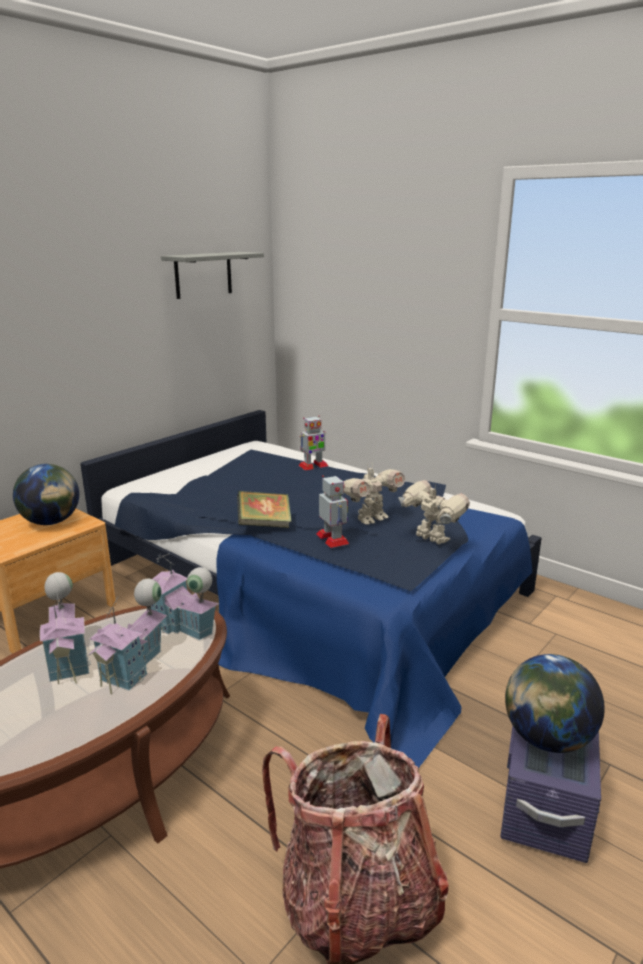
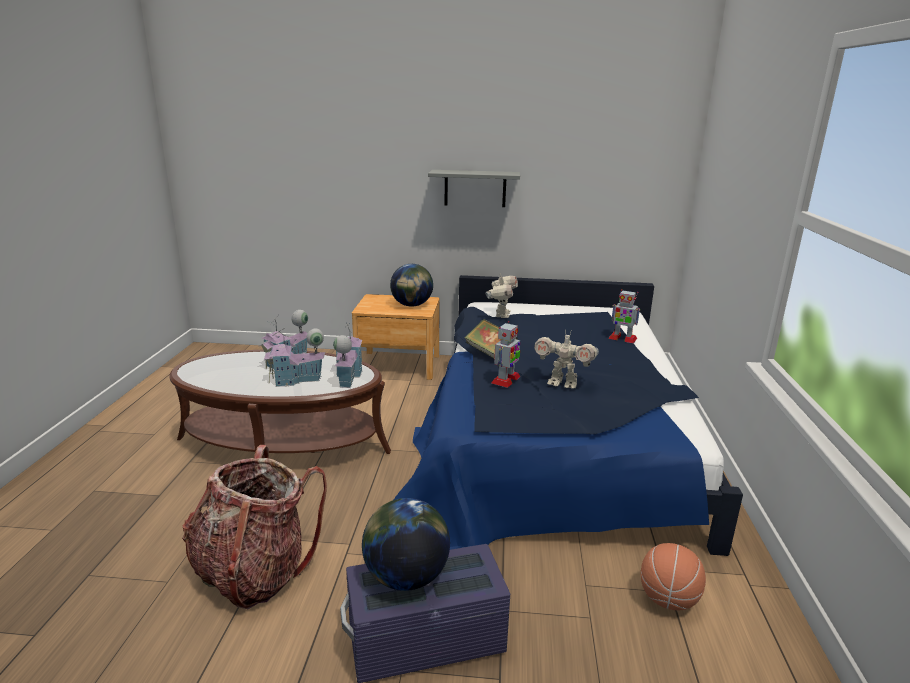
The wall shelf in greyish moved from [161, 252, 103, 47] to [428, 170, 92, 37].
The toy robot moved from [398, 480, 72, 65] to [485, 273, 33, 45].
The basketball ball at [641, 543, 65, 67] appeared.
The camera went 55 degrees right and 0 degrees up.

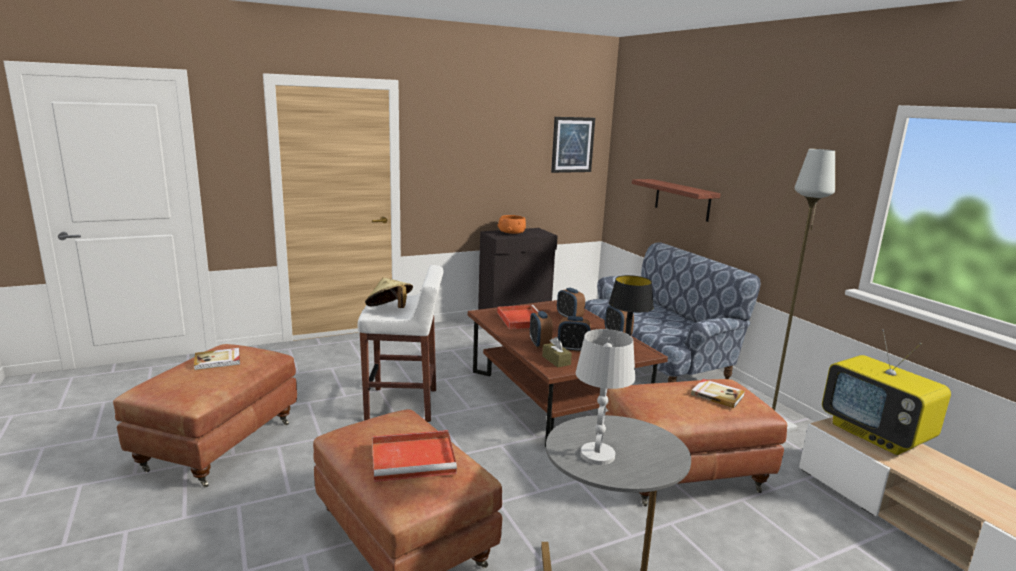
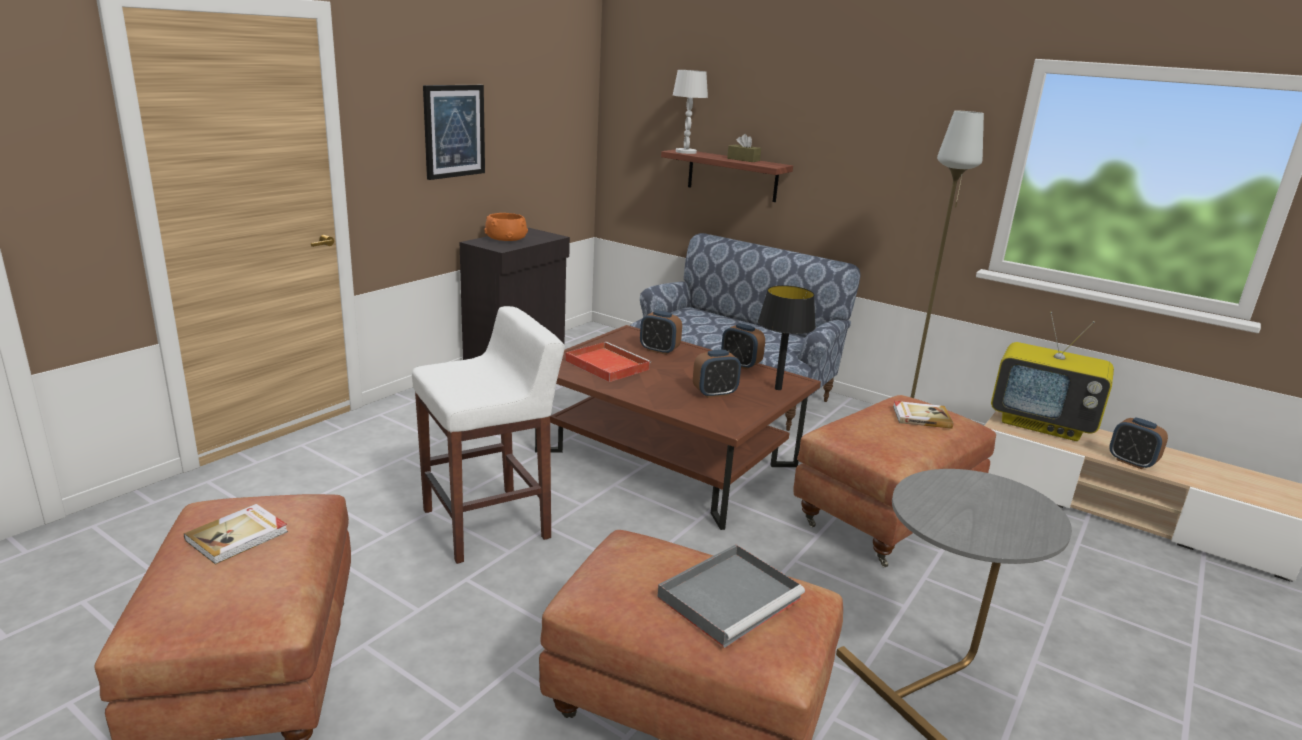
The wall picture moved from [551, 117, 44, 56] to [423, 85, 62, 95].
The tray in red-coloured at [372, 430, 85, 52] became the tray in greyish at [657, 544, 148, 104].
The lamp for a table in white-coloured moved from [576, 329, 59, 136] to [673, 70, 35, 84].
The tissue box in brown-coloured moved from [542, 337, 30, 30] to [727, 134, 34, 28].
The bedside clock moved from [530, 311, 23, 37] to [1109, 418, 59, 51].
The hat in beige-coloured at [365, 277, 48, 31] disappeared.
The camera went 30 degrees left and 5 degrees up.

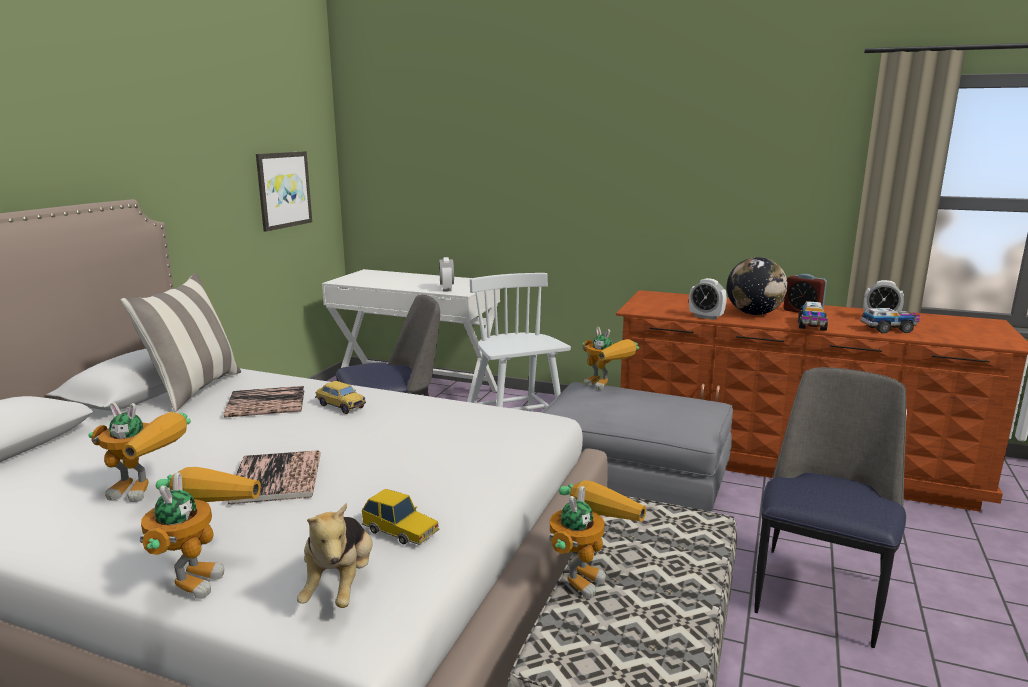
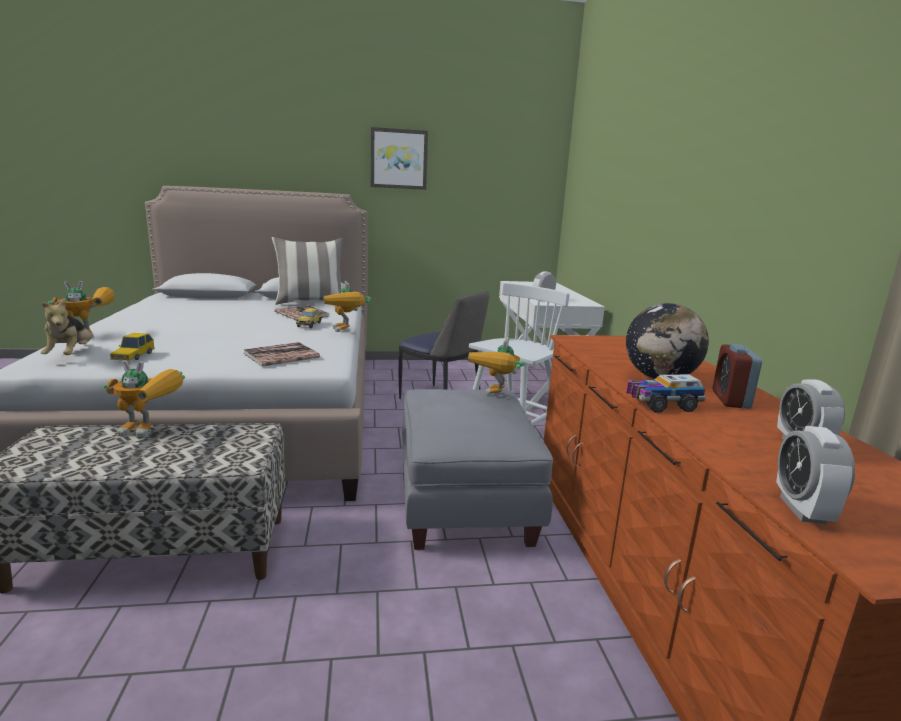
The cuddly toy at [297, 503, 75, 105] turned 75 degrees counterclockwise.
The volume moved from [227, 450, 94, 55] to [244, 342, 76, 25].
The toy robot moved from [88, 402, 103, 100] to [324, 281, 47, 51].
The wall picture moved from [256, 151, 56, 80] to [371, 127, 57, 63].
The bedside clock moved from [689, 278, 38, 42] to [776, 426, 79, 98].
The chair at [754, 367, 152, 281] disappeared.
The toy lorry at [860, 308, 60, 25] disappeared.
The camera went 60 degrees right and 0 degrees up.

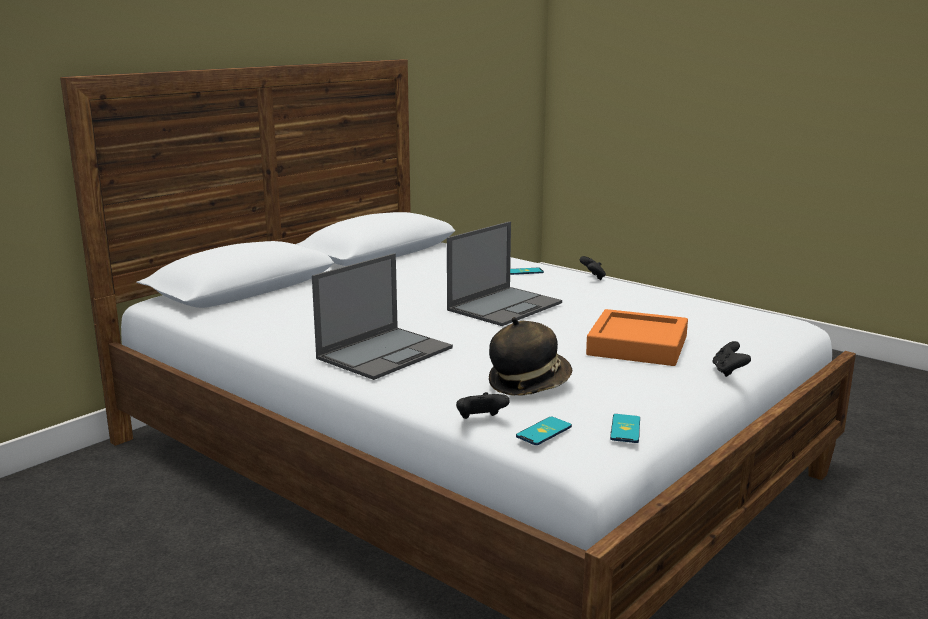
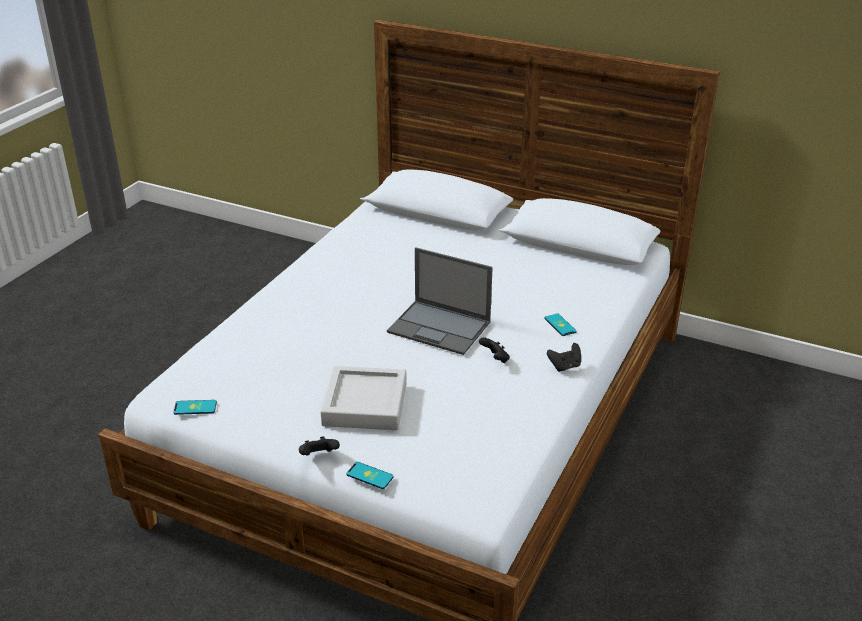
The tray in orange-coloured at [586, 309, 102, 57] became the tray in greyish at [321, 366, 86, 64].
The phone moved from [516, 417, 56, 28] to [346, 462, 48, 27].
The game controller in black-coloured moved from [456, 392, 54, 27] to [479, 337, 31, 26].
The portable computer at [312, 253, 141, 127] disappeared.
The hat at [489, 317, 83, 78] disappeared.
The camera went 75 degrees right and 15 degrees up.

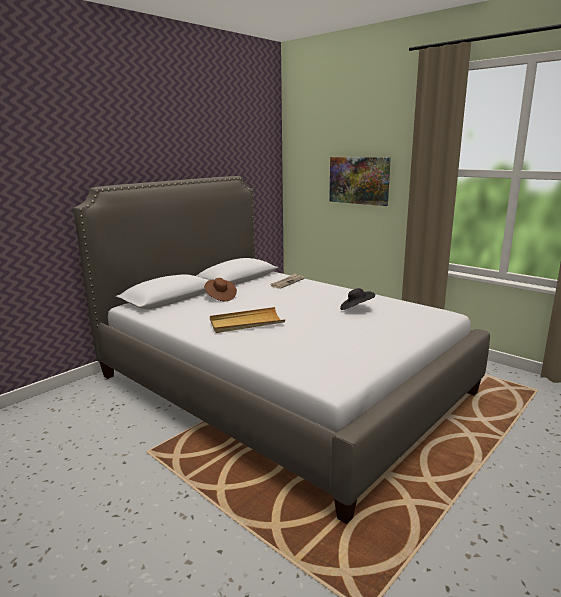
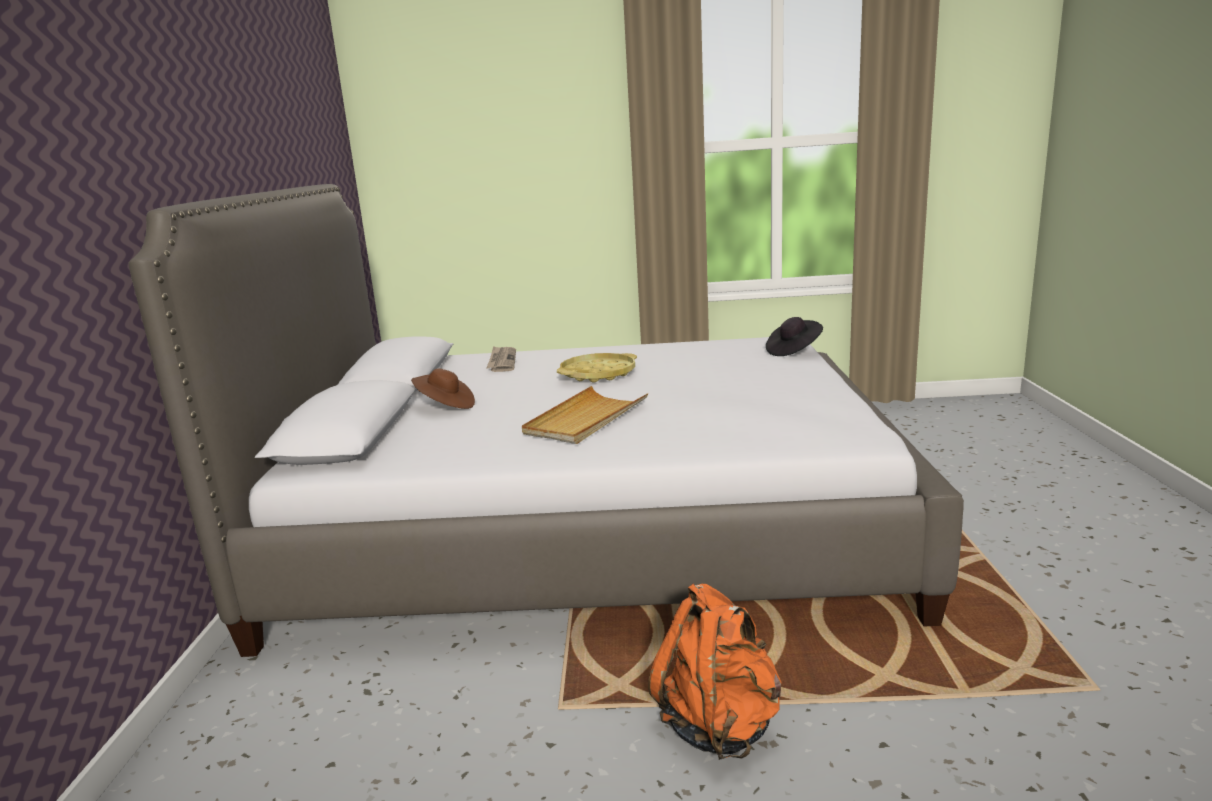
The tray in yellowish at [557, 353, 80, 30] appeared.
The backpack in orange-coloured at [648, 584, 134, 176] appeared.
The hat in black-coloured moved from [340, 288, 35, 22] to [766, 317, 57, 39].
The wall picture at [329, 157, 62, 49] disappeared.
The camera went 40 degrees left and 0 degrees up.

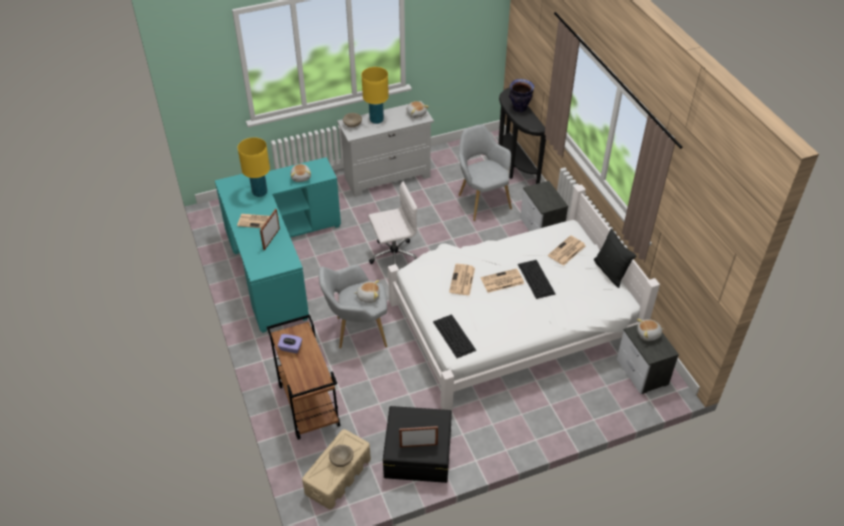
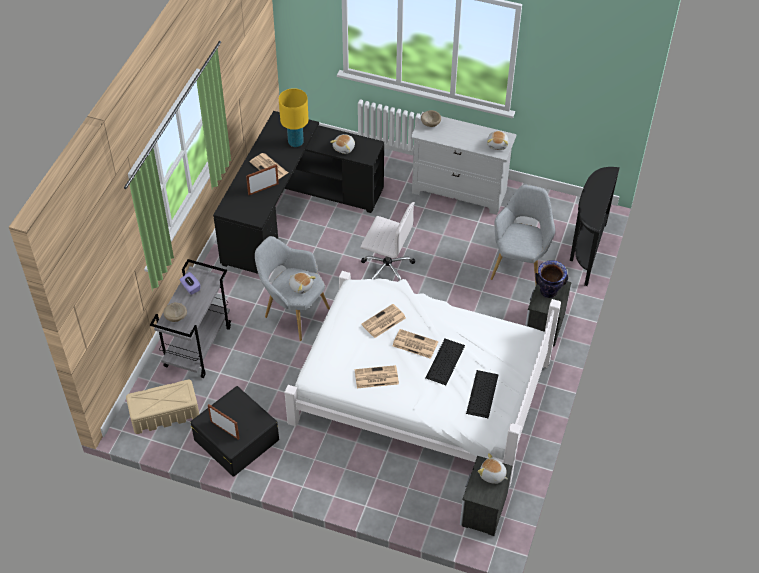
The trolley in brown-coloured at [267, 314, 73, 126] became the trolley in greyish at [150, 259, 81, 119].
The serving bowl in beige-coloured moved from [329, 445, 25, 22] to [163, 302, 24, 20].
The desk unit in blue-green at [215, 157, 126, 176] became the desk unit in black-coloured at [213, 111, 171, 163].
The newspaper moved from [548, 235, 37, 31] to [355, 365, 44, 23].
The PC keyboard moved from [433, 314, 43, 44] to [466, 370, 33, 48].
The decorative vase moved from [509, 79, 25, 33] to [535, 260, 33, 38].
The lamp for a table in yellowish at [361, 67, 28, 57] disappeared.
The pillow in black-coloured at [594, 229, 42, 59] disappeared.
The camera went 40 degrees right and 5 degrees up.

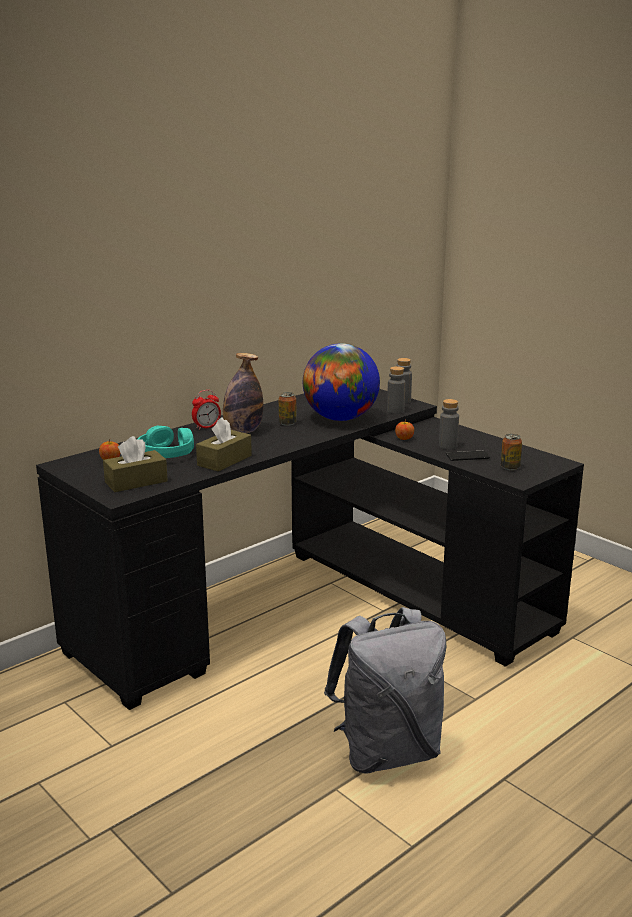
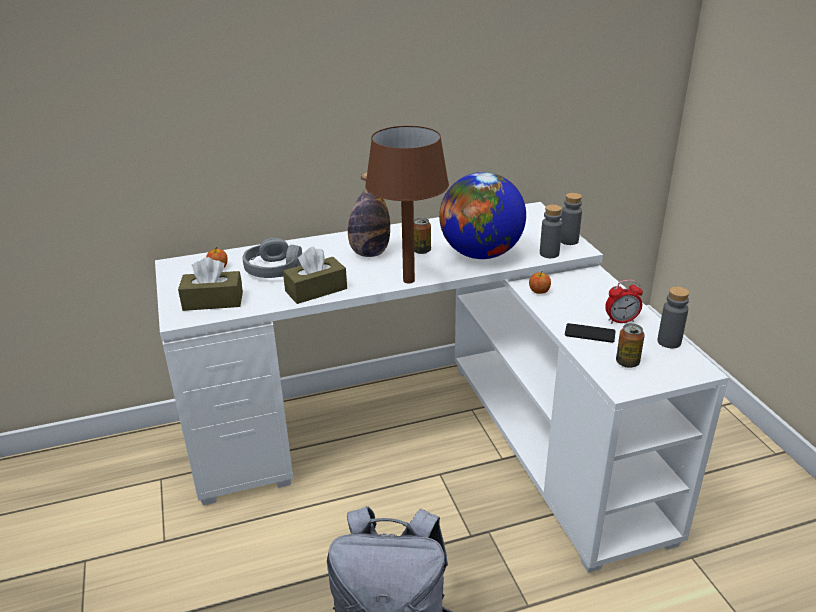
The desk unit in black-coloured at [36, 389, 548, 321] became the desk unit in white-coloured at [155, 202, 574, 371].
The headphones in blue-green at [138, 426, 56, 32] became the headphones in greyish at [243, 238, 59, 40].
The lamp for a table in brown-coloured at [365, 126, 84, 158] appeared.
The bedside clock moved from [192, 390, 29, 40] to [605, 280, 38, 44].
The beverage bottle in greyish moved from [439, 399, 20, 51] to [657, 286, 32, 63].
The camera went 25 degrees right and 10 degrees up.

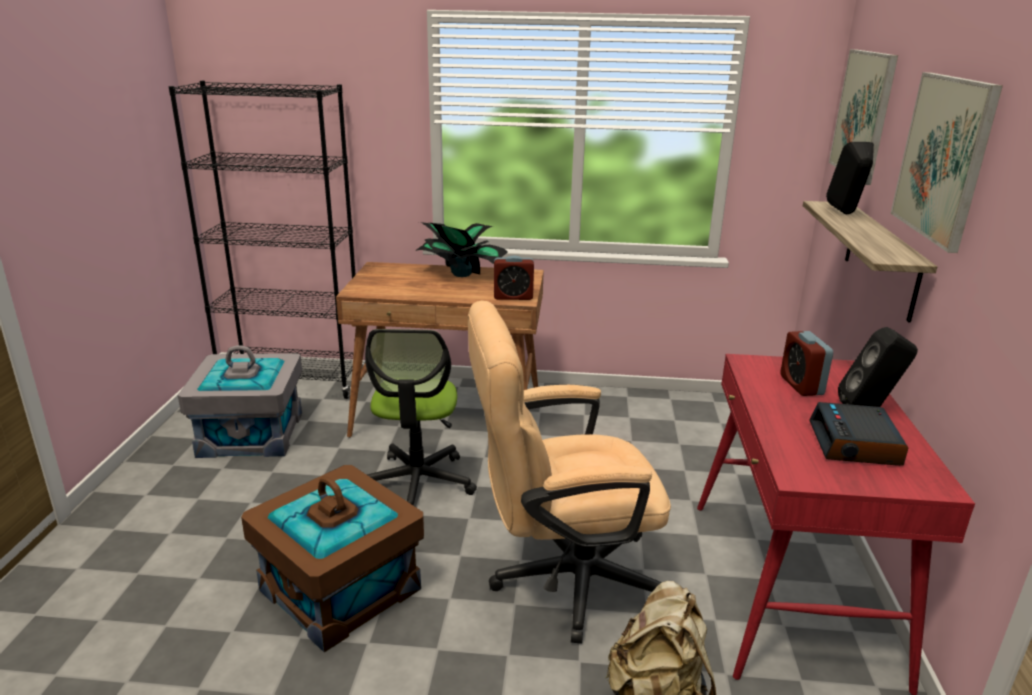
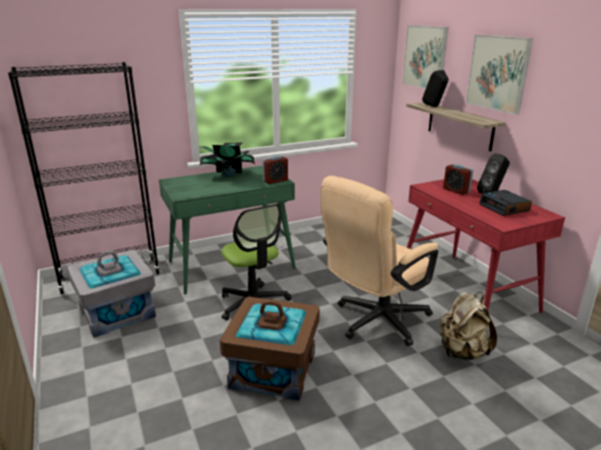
The desk unit in brown-coloured at [336, 262, 208, 176] became the desk unit in green at [159, 166, 137, 129].
The camera went 30 degrees left and 0 degrees up.

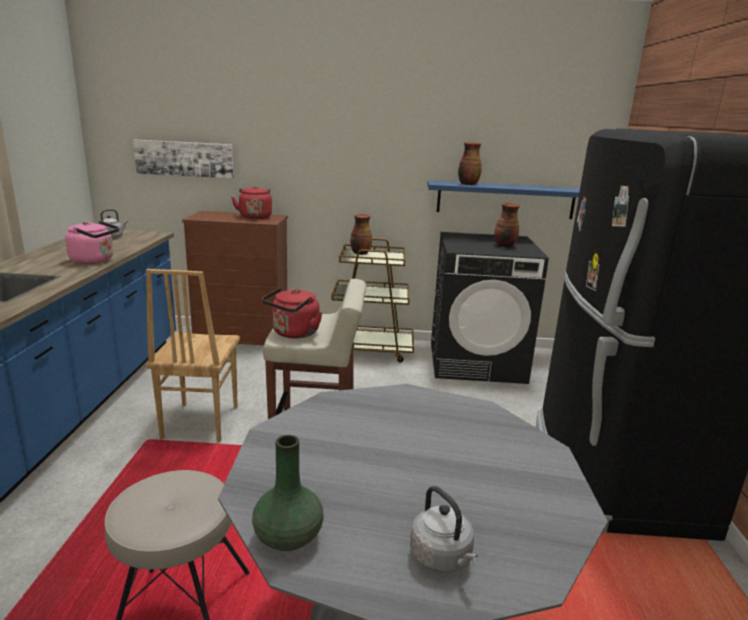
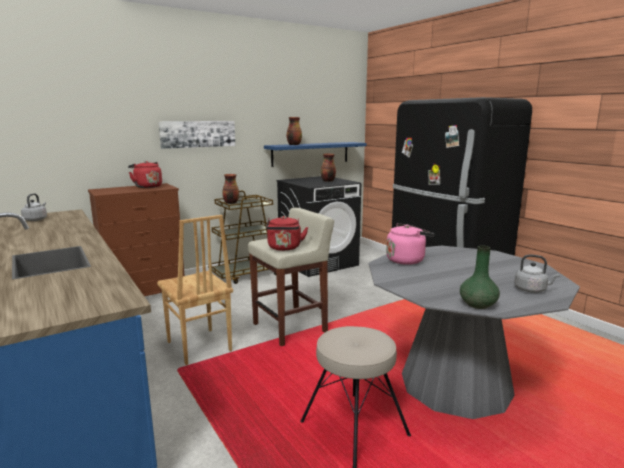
The wall picture moved from [133, 140, 101, 39] to [158, 121, 77, 28].
The water kettle in pinkish moved from [65, 221, 54, 43] to [386, 223, 48, 42].
The camera went 35 degrees left and 5 degrees down.

